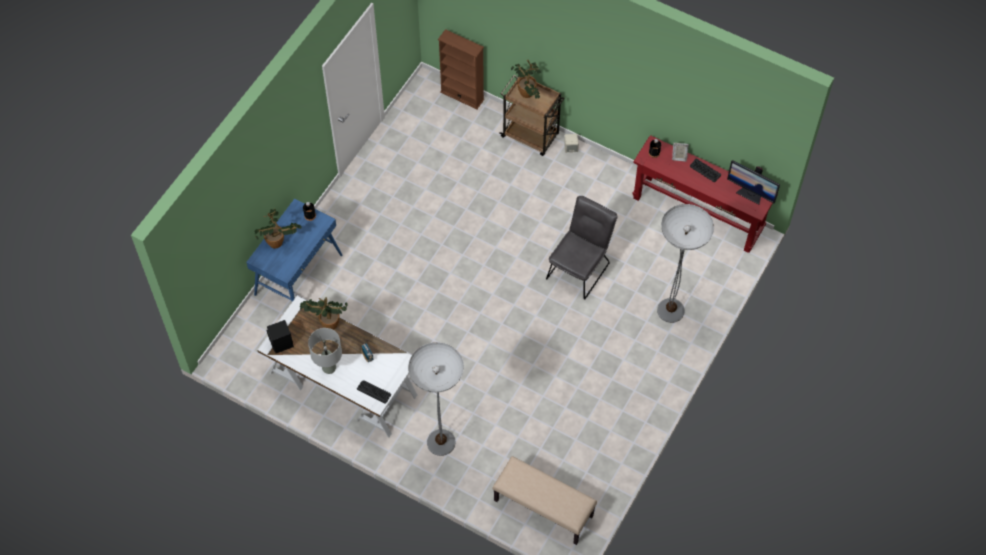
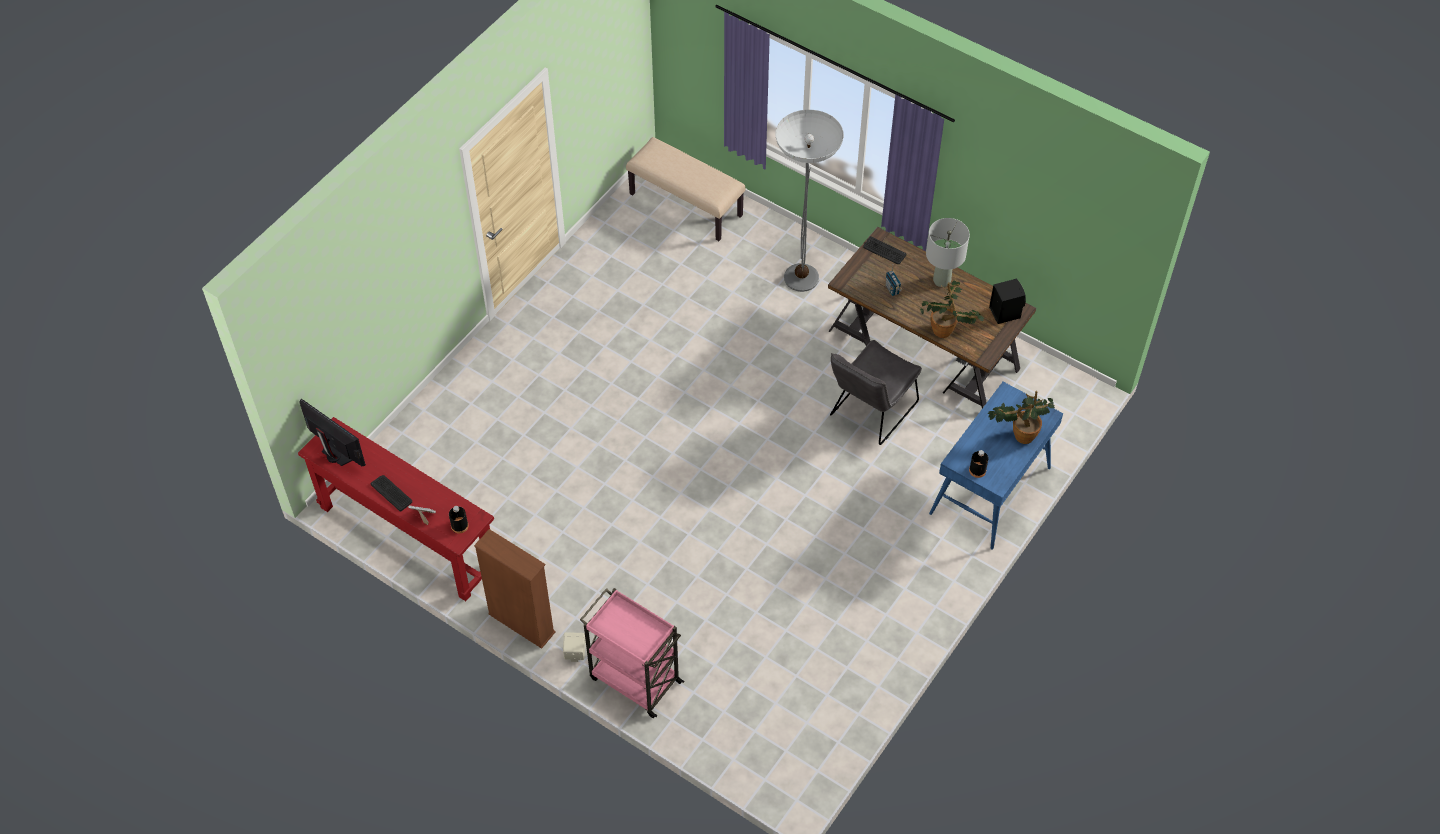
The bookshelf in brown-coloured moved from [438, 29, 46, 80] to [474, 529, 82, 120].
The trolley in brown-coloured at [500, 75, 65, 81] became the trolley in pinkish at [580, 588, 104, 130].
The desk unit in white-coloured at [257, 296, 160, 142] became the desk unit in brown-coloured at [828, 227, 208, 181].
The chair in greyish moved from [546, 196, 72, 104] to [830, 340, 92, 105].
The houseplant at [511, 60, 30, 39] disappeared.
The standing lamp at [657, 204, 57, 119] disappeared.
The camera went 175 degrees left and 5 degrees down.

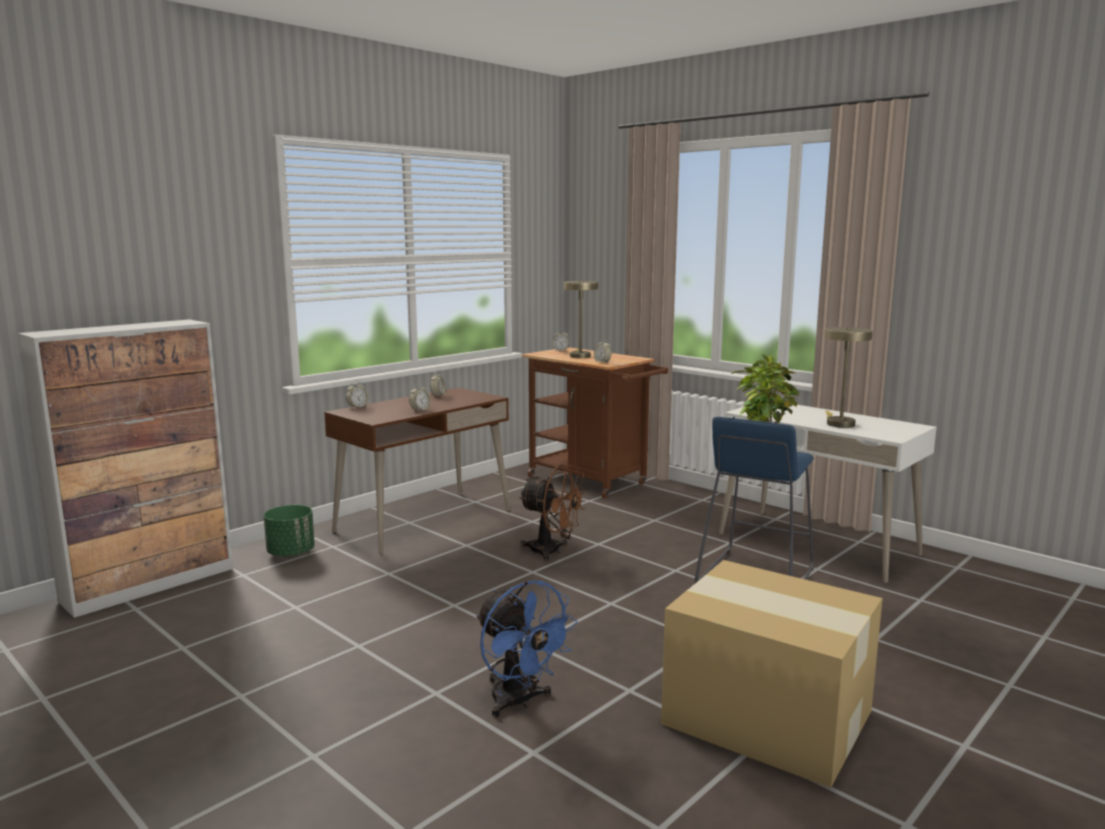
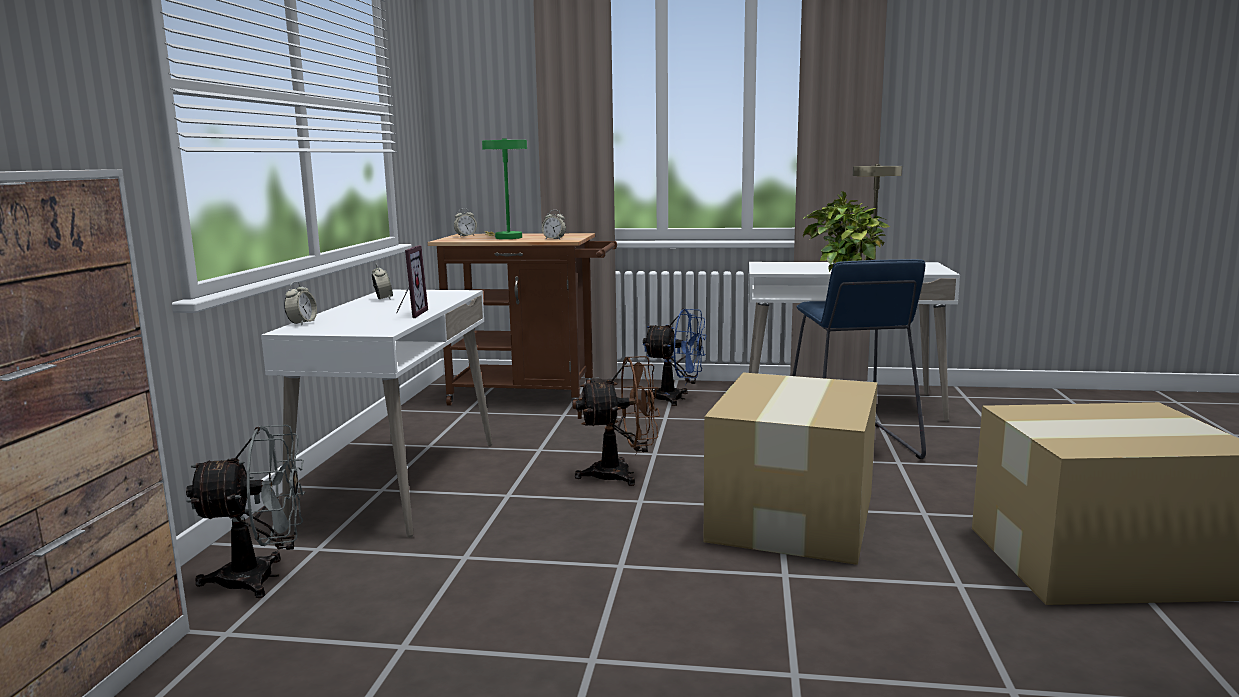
The plant pot in green at [264, 505, 51, 53] was replaced by the fan in greyish at [186, 425, 119, 173].
The desk unit in brown-coloured at [324, 388, 186, 166] became the desk unit in white-coloured at [261, 290, 231, 248].
The bedside clock at [409, 384, 22, 28] was replaced by the photo frame at [396, 245, 32, 73].
The lamp for a table in beige-coloured at [564, 281, 34, 77] became the lamp for a table in green at [482, 138, 45, 101].
The fan in bluish moved from [476, 581, 102, 137] to [643, 308, 64, 98].
The carton at [704, 372, 173, 193] appeared.
The camera went 35 degrees left and 0 degrees up.

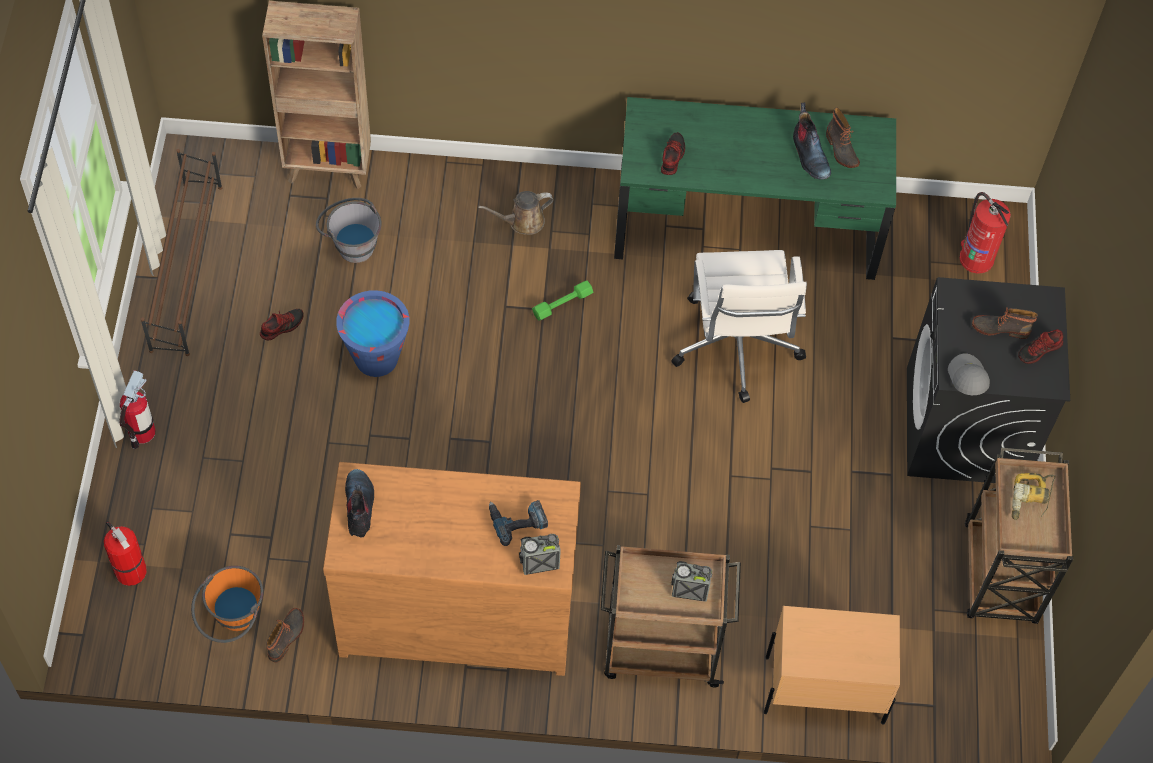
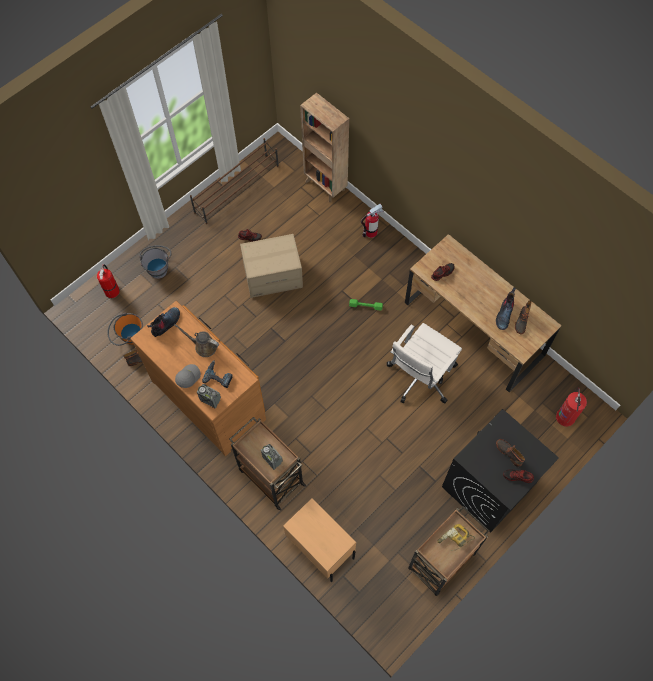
The pail in greyish moved from [316, 198, 66, 65] to [139, 245, 33, 34].
The watering pot in brown-coloured moved from [478, 191, 75, 44] to [174, 324, 45, 33].
The peaked cap in greyish moved from [948, 354, 42, 41] to [175, 364, 26, 24].
The pail in bluish at [336, 290, 74, 87] was replaced by the carton at [240, 234, 63, 64].
The fire-fighting cylinder moved from [119, 370, 36, 79] to [361, 204, 22, 34].
The desk unit in green at [614, 97, 282, 183] became the desk unit in brown-coloured at [405, 234, 156, 158].
The camera went 45 degrees right and 5 degrees up.

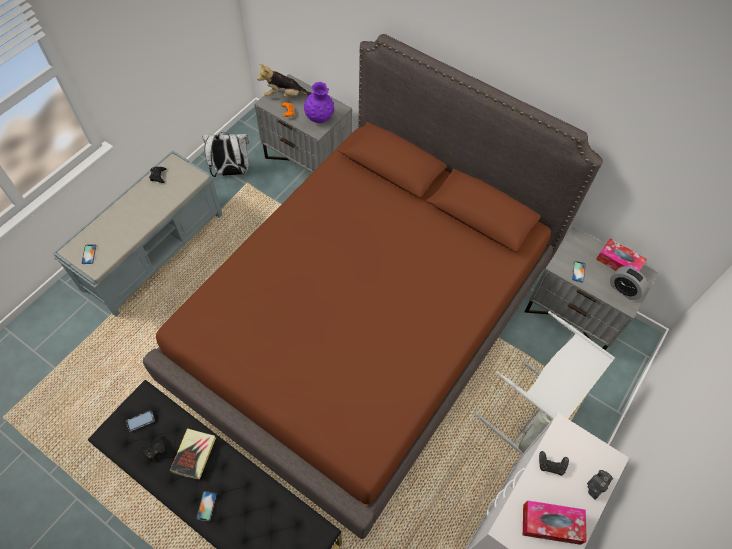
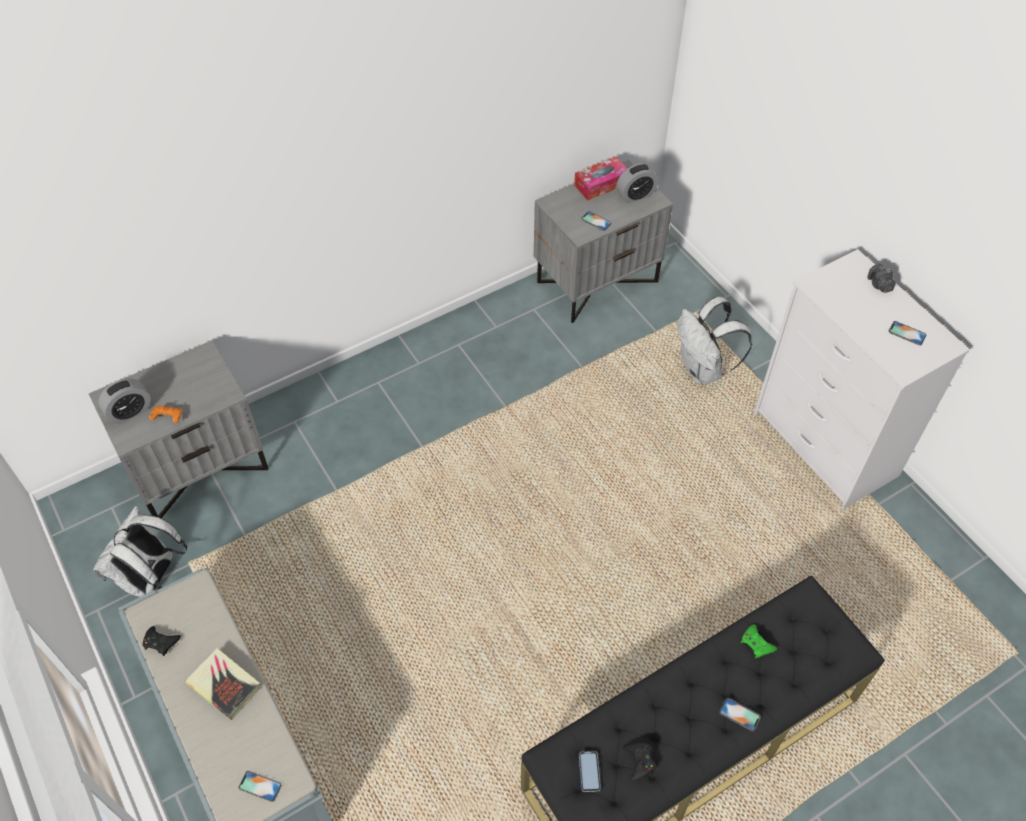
The cuddly toy at [257, 64, 54, 33] was replaced by the bedside clock at [98, 378, 53, 46].
The volume moved from [170, 428, 46, 52] to [185, 648, 76, 72].
The laundry basket in greyish at [475, 311, 140, 143] was replaced by the backpack in white-coloured at [677, 297, 75, 87].
The game controller in green at [741, 625, 36, 33] appeared.
The tissue box at [523, 501, 64, 44] was replaced by the phone at [889, 321, 38, 24].
The bed in brown-coloured at [143, 34, 460, 505] disappeared.
The decorative vase in purple at [304, 82, 30, 41] disappeared.
The game controller in black-coloured at [539, 451, 30, 25] disappeared.
The camera went 65 degrees left and 5 degrees down.

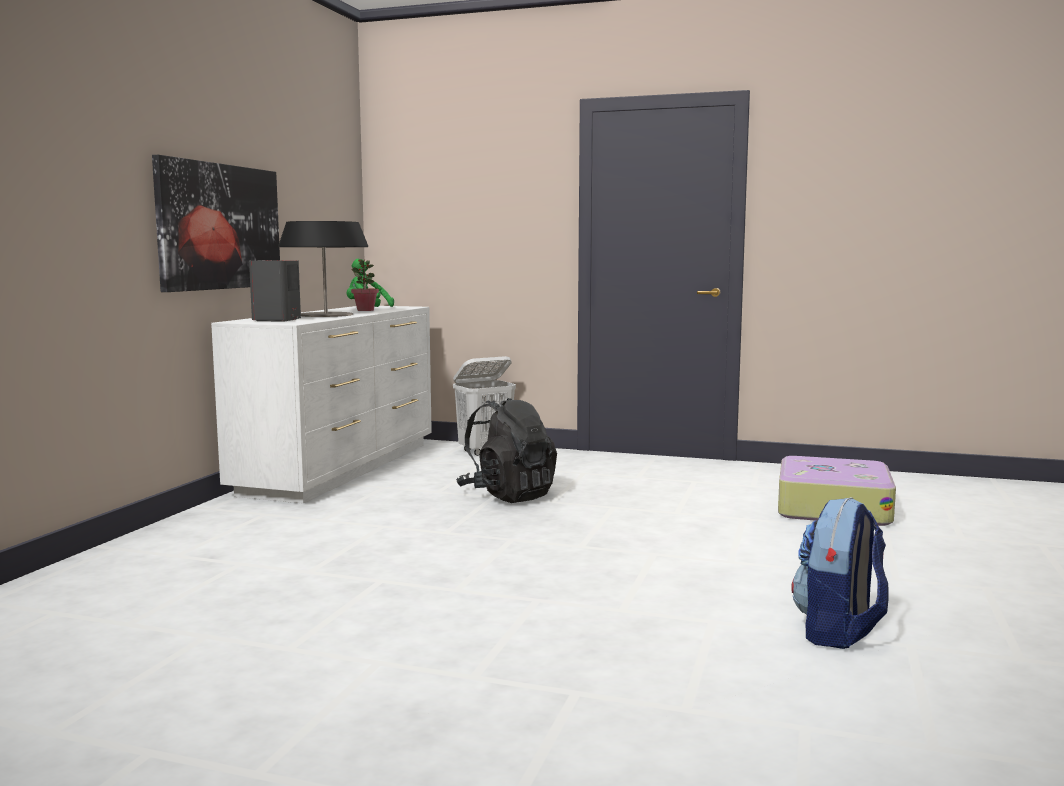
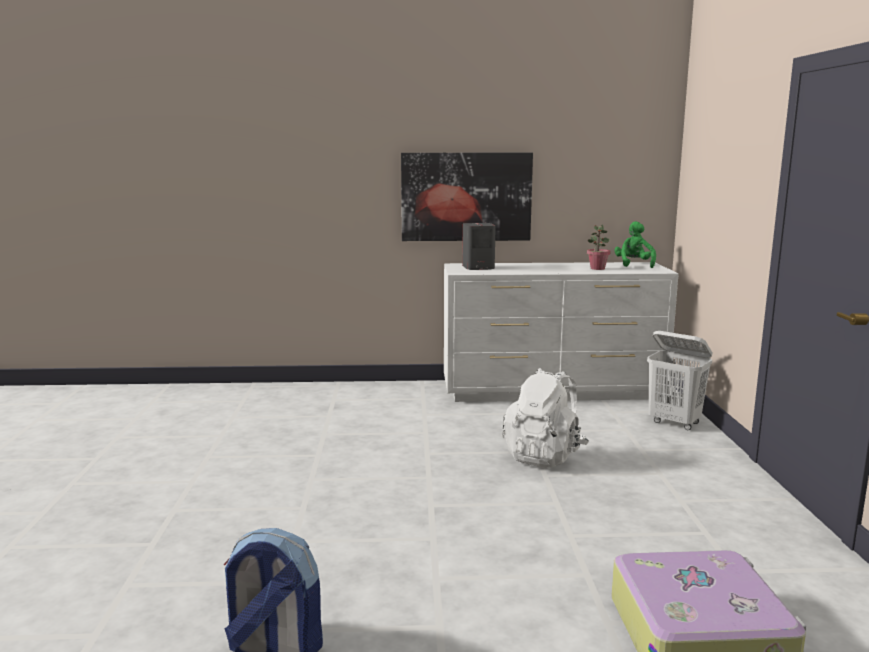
The backpack in black-coloured at [456, 398, 101, 105] became the backpack in white-coloured at [502, 368, 87, 100].
The lamp for a table at [278, 221, 90, 96] disappeared.
The camera went 70 degrees right and 5 degrees up.

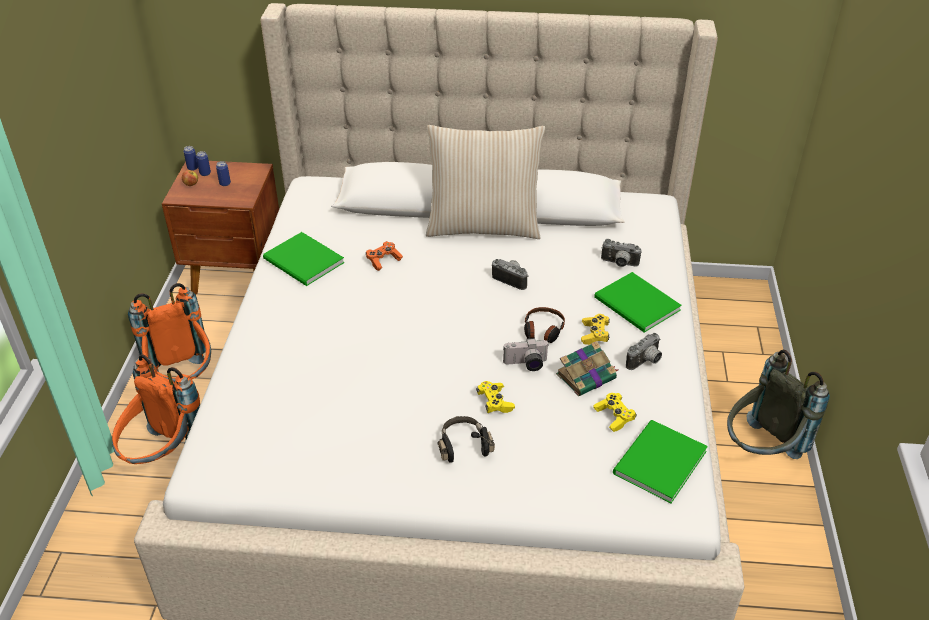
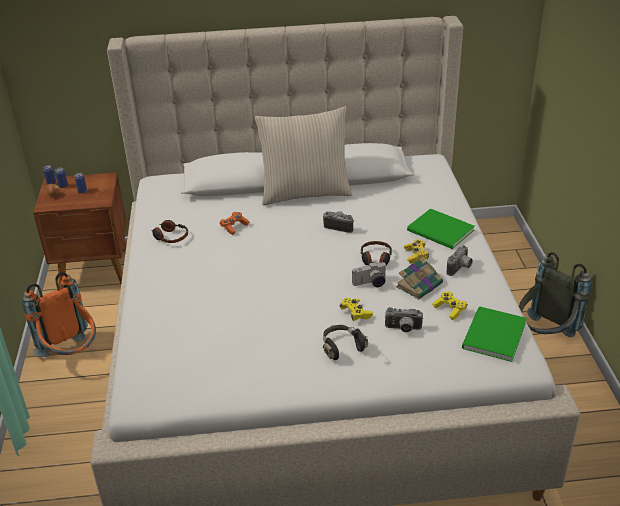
The volume in green at [263, 232, 81, 54] was replaced by the headphones at [152, 220, 36, 23].
The photo camera moved from [601, 239, 41, 28] to [385, 307, 38, 26].
The backpack in orange-coloured at [112, 354, 88, 110] disappeared.
The camera went 10 degrees left and 5 degrees down.

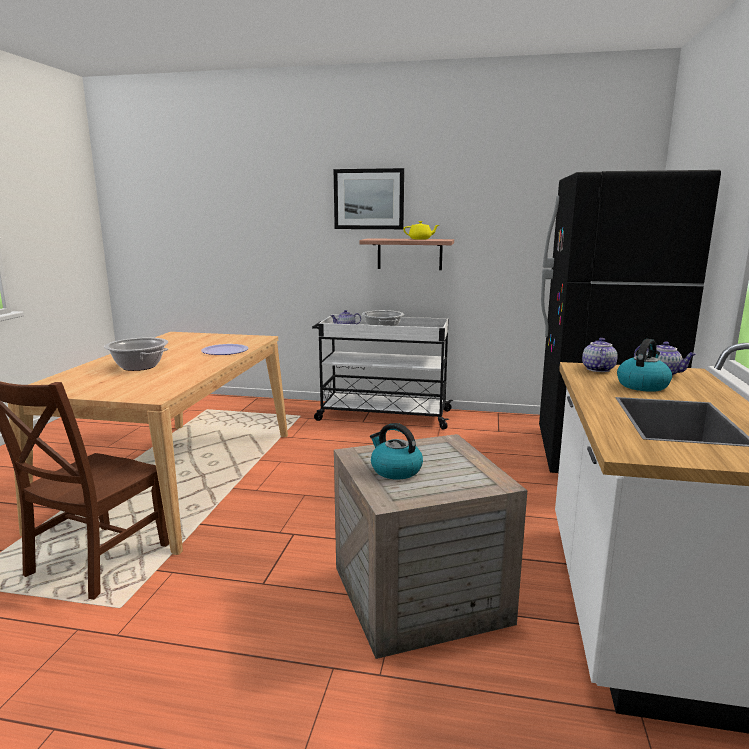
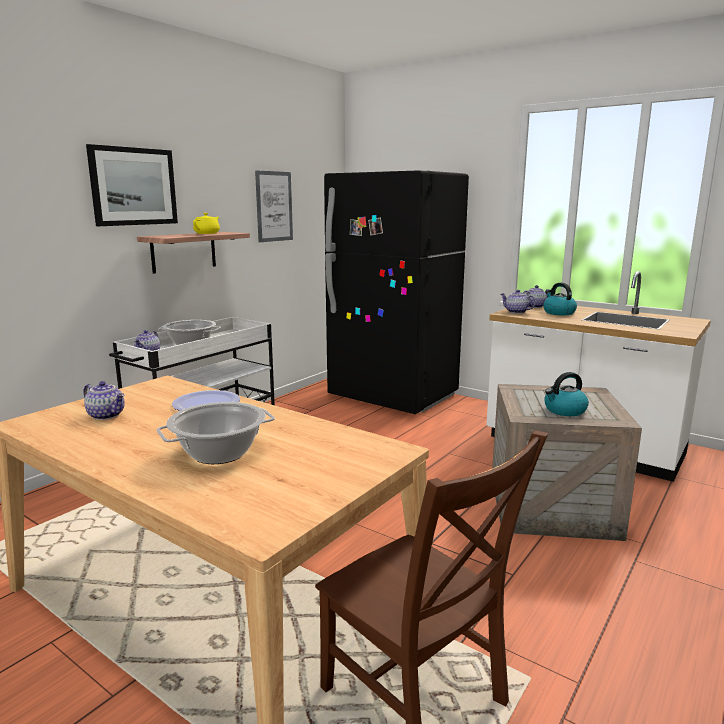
The pot for tea at [84, 381, 41, 39] appeared.
The wall picture at [255, 170, 38, 72] appeared.
The camera went 65 degrees left and 0 degrees up.

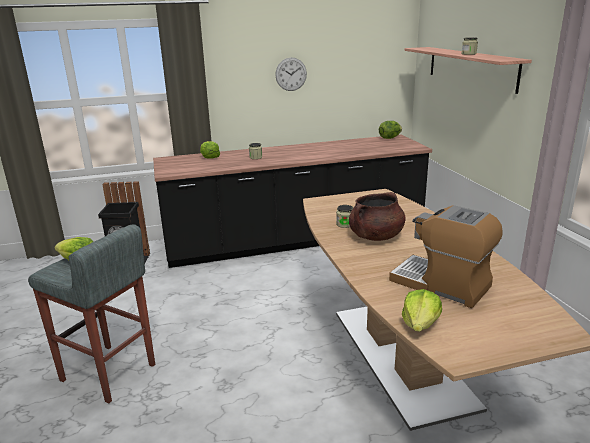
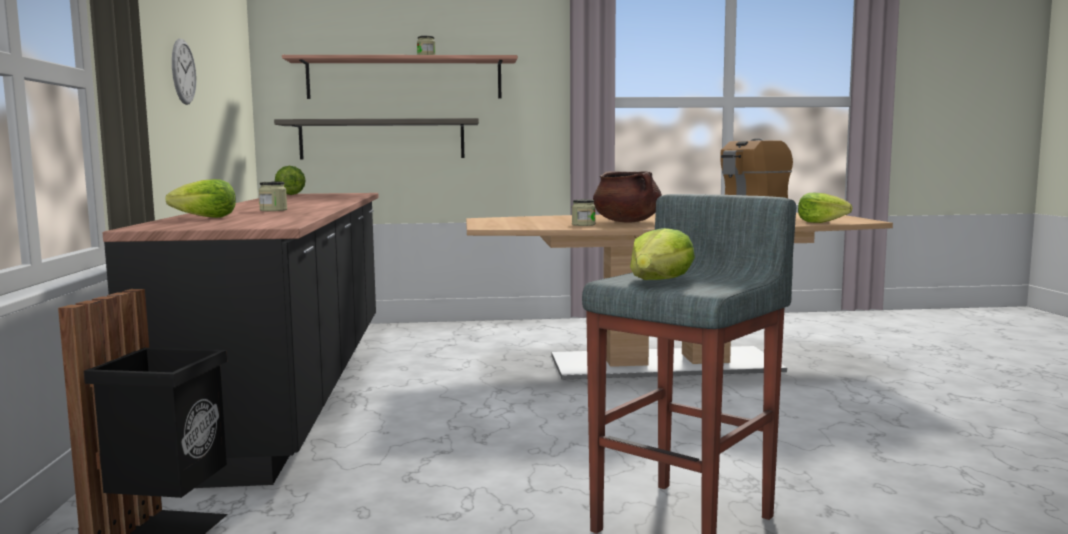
The wall shelf at [274, 118, 205, 42] appeared.
The camera went 80 degrees left and 15 degrees down.

